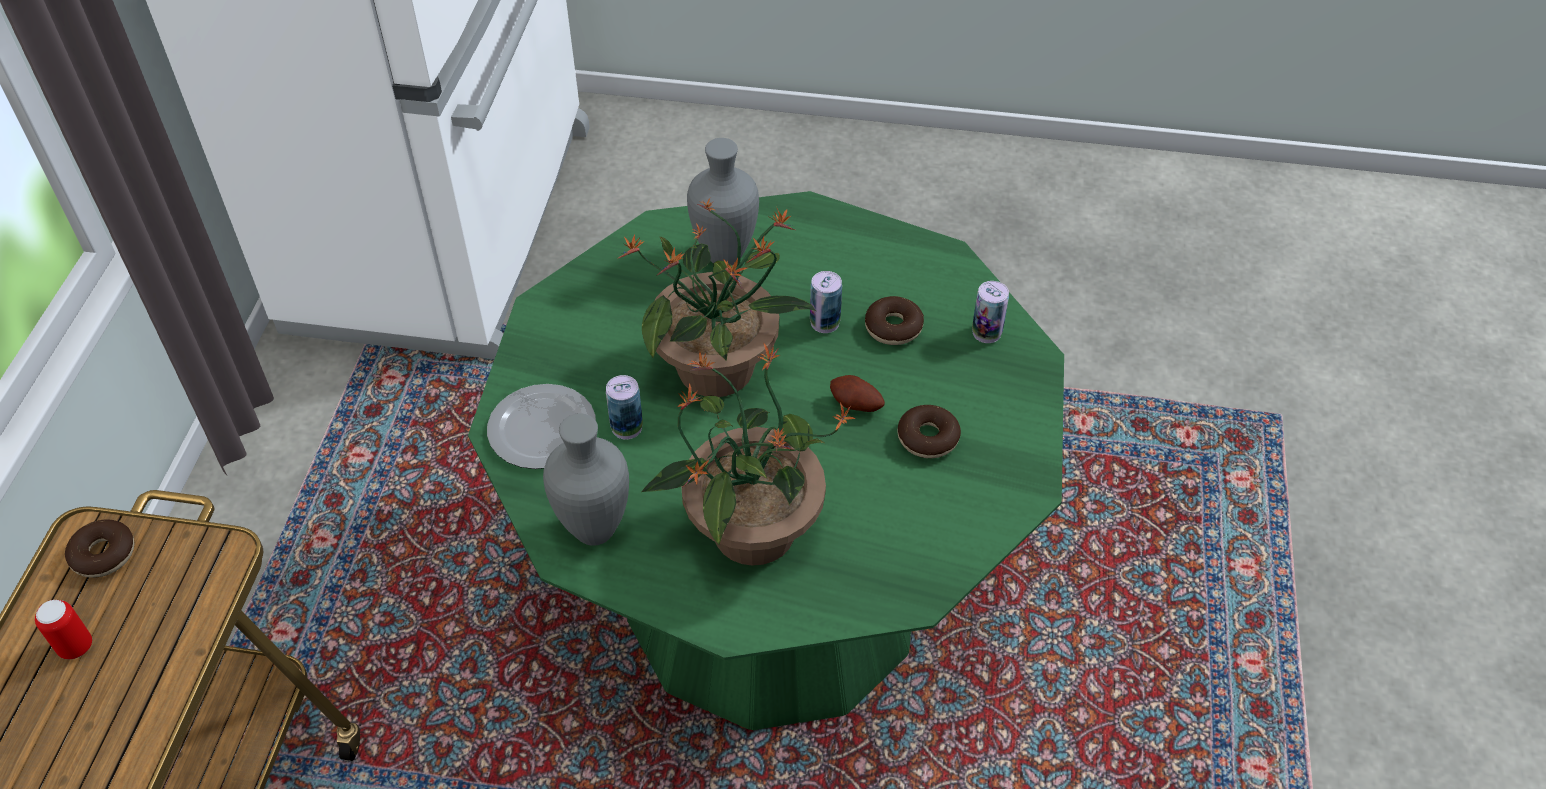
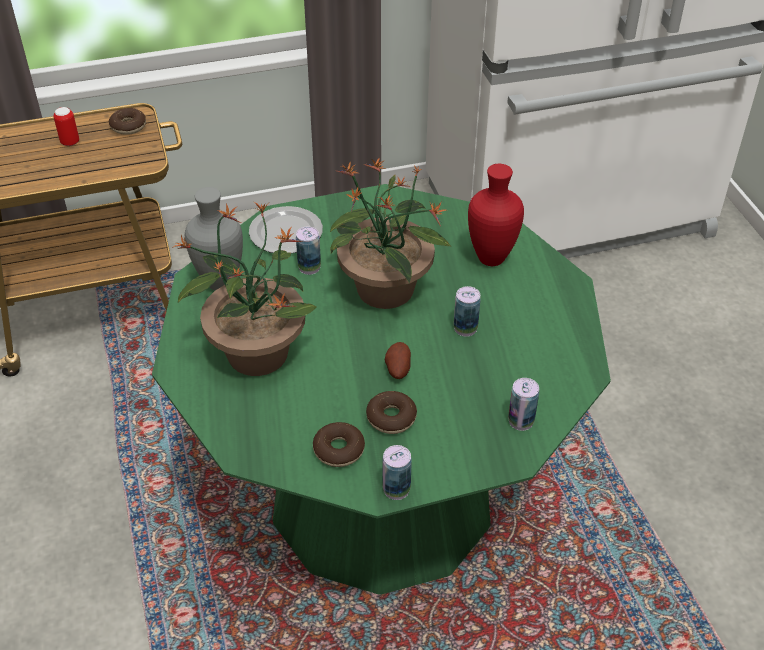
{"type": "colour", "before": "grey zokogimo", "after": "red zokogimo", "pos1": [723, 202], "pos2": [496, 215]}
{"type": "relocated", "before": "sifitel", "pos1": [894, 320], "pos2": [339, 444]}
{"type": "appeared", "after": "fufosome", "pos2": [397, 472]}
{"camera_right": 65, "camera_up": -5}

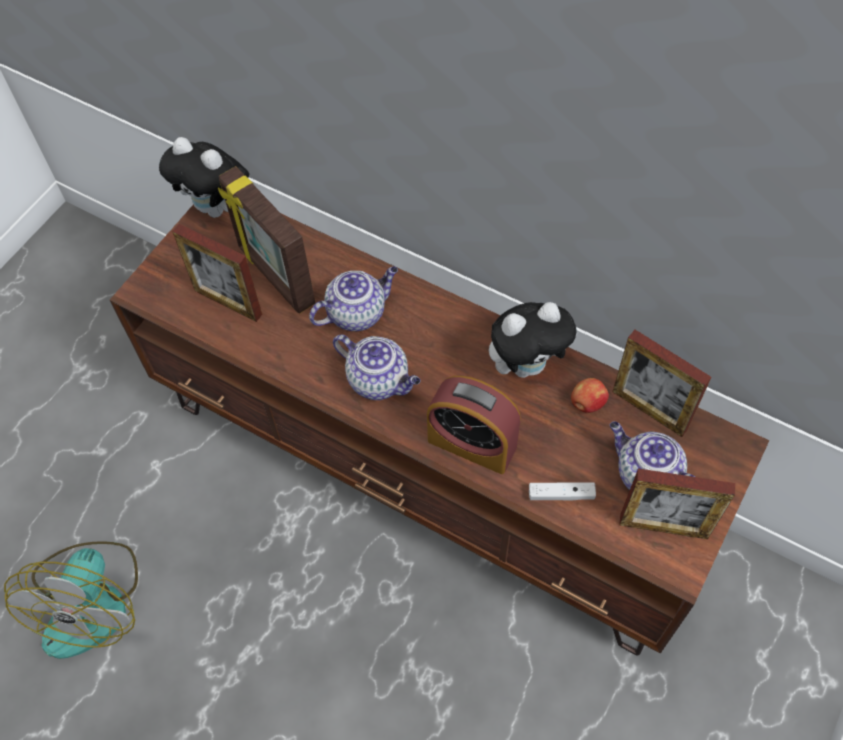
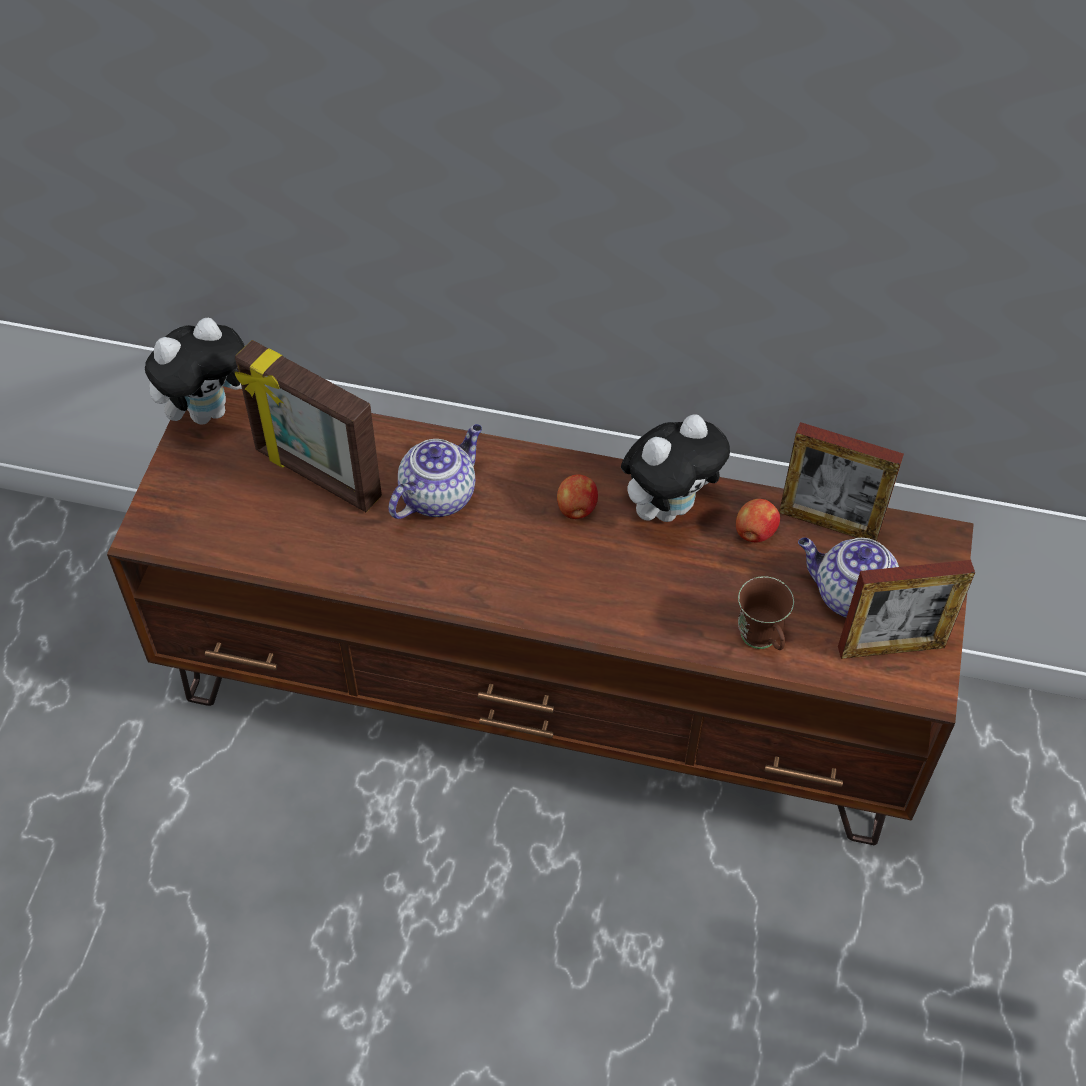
{"type": "spun", "before": "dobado", "pos1": [204, 177], "pos2": [195, 371], "turn": -45}
{"type": "missing", "before": "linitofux", "pos1": [217, 273]}
{"type": "missing", "before": "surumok", "pos1": [376, 367]}
{"type": "missing", "before": "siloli", "pos1": [474, 425]}
{"type": "exchanged", "before": "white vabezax", "after": "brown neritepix", "pos1": [562, 491], "pos2": [766, 613]}
{"type": "missing", "before": "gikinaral", "pos1": [71, 600]}
{"type": "appeared", "after": "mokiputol", "pos2": [577, 496]}
{"camera_right": -20, "camera_up": -5}

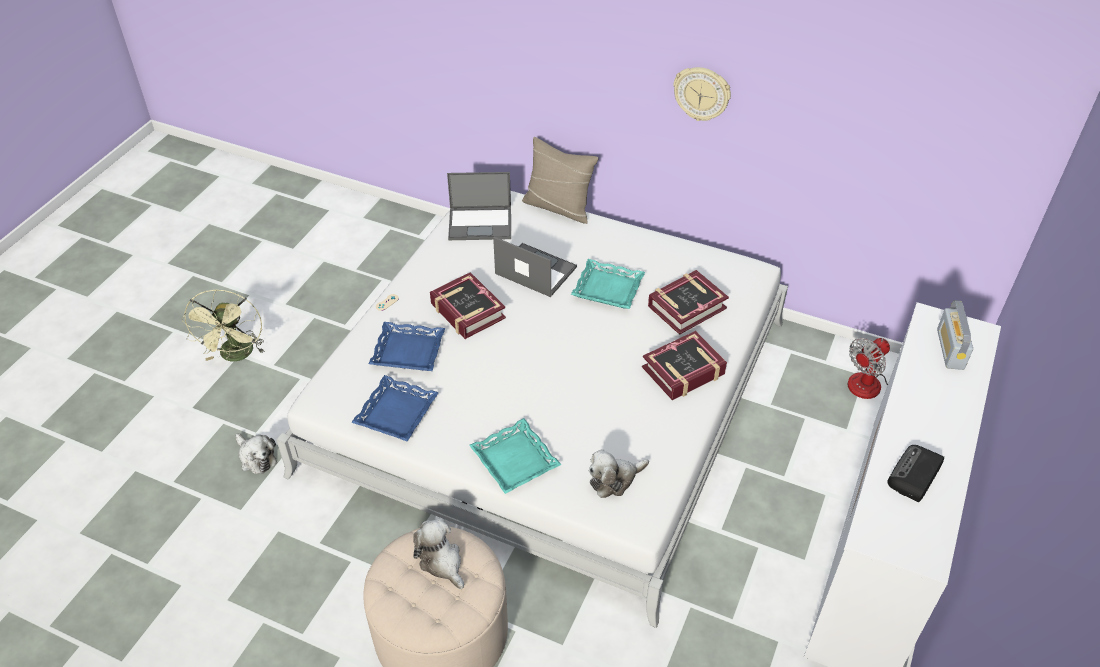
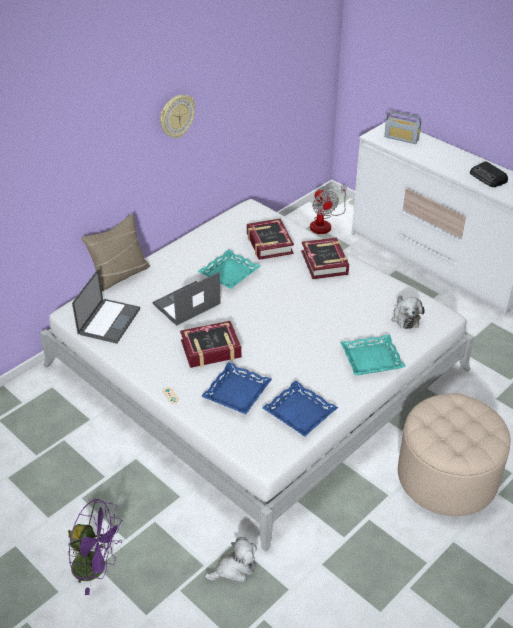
{"type": "colour", "before": "green gikinaral", "after": "purple gikinaral", "pos1": [223, 325], "pos2": [95, 547]}
{"type": "missing", "before": "dobado", "pos1": [438, 554]}
{"camera_right": -70, "camera_up": -5}

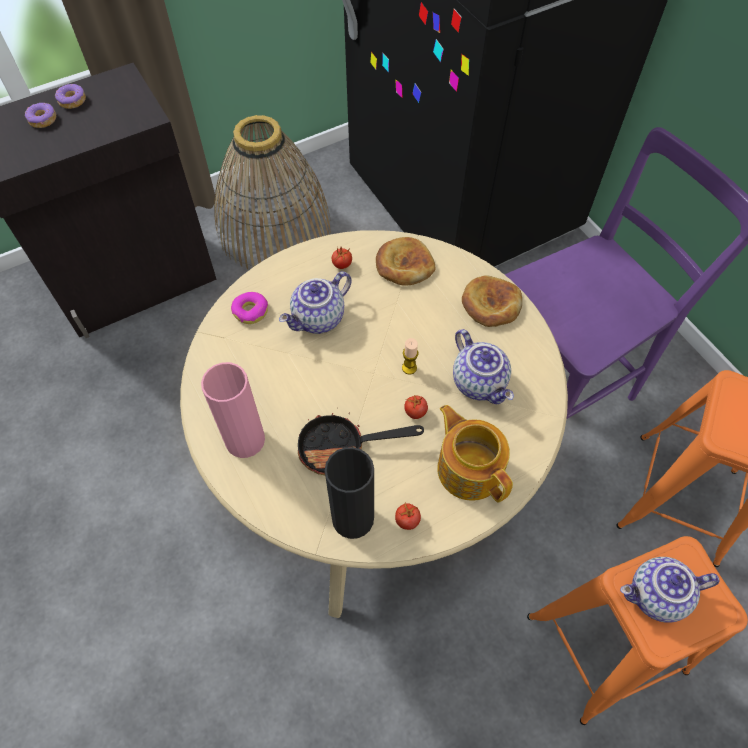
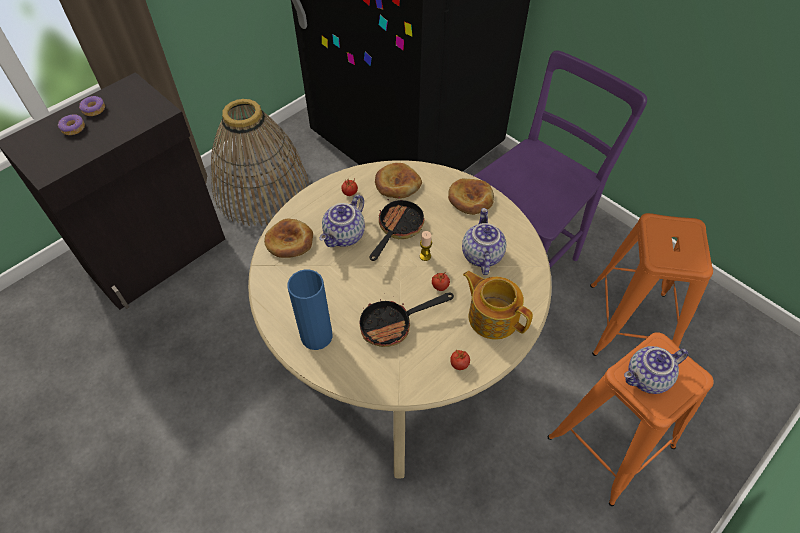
{"type": "exchanged", "before": "sifitel", "after": "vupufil", "pos1": [249, 308], "pos2": [288, 238]}
{"type": "spun", "before": "surumok", "pos1": [483, 366], "pos2": [484, 241], "turn": -135}
{"type": "colour", "before": "pink zokogimo", "after": "blue zokogimo", "pos1": [233, 410], "pos2": [310, 309]}
{"type": "missing", "before": "black zokogimo", "pos1": [349, 493]}
{"type": "appeared", "after": "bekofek", "pos2": [397, 226]}
{"camera_right": -15, "camera_up": -5}

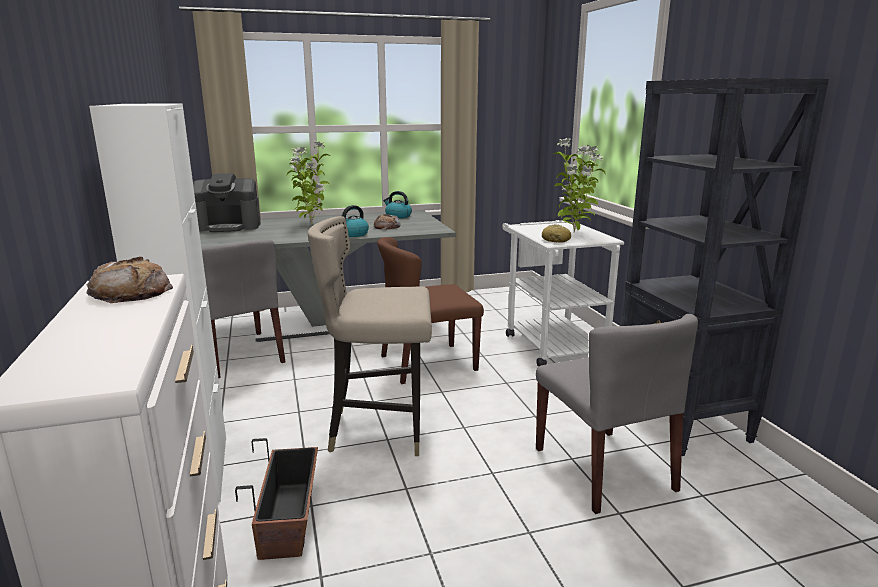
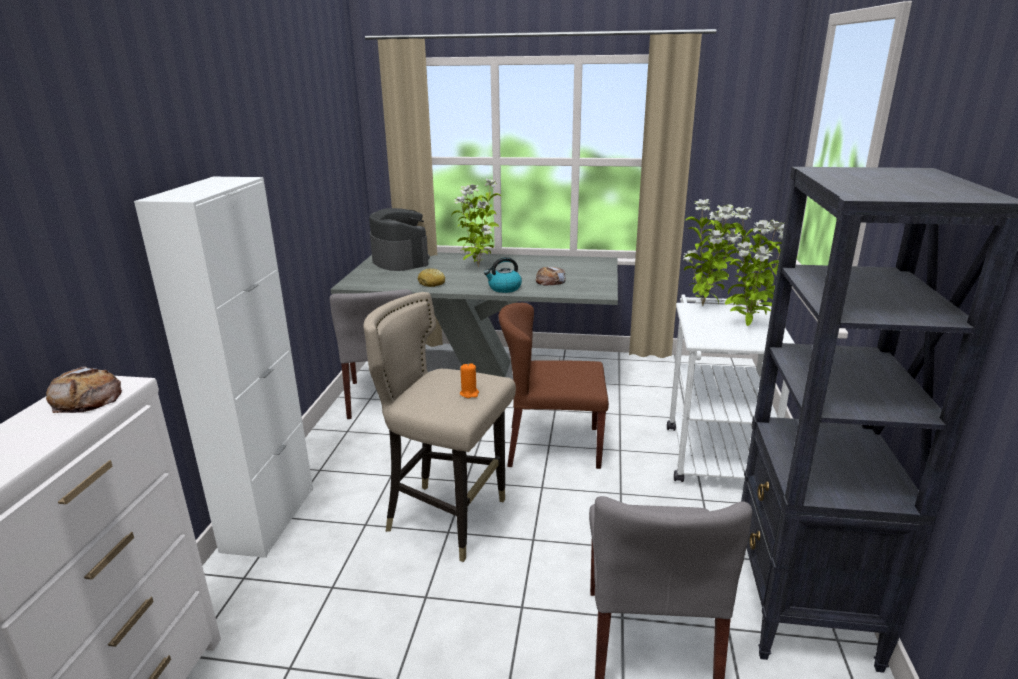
{"type": "spun", "before": "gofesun", "pos1": [227, 202], "pos2": [399, 239], "turn": -135}
{"type": "missing", "before": "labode", "pos1": [397, 205]}
{"type": "relocated", "before": "vupufil", "pos1": [556, 234], "pos2": [431, 277]}
{"type": "missing", "before": "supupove", "pos1": [276, 499]}
{"type": "appeared", "after": "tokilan", "pos2": [712, 252]}
{"type": "appeared", "after": "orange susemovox", "pos2": [469, 380]}
{"camera_right": 25, "camera_up": 5}

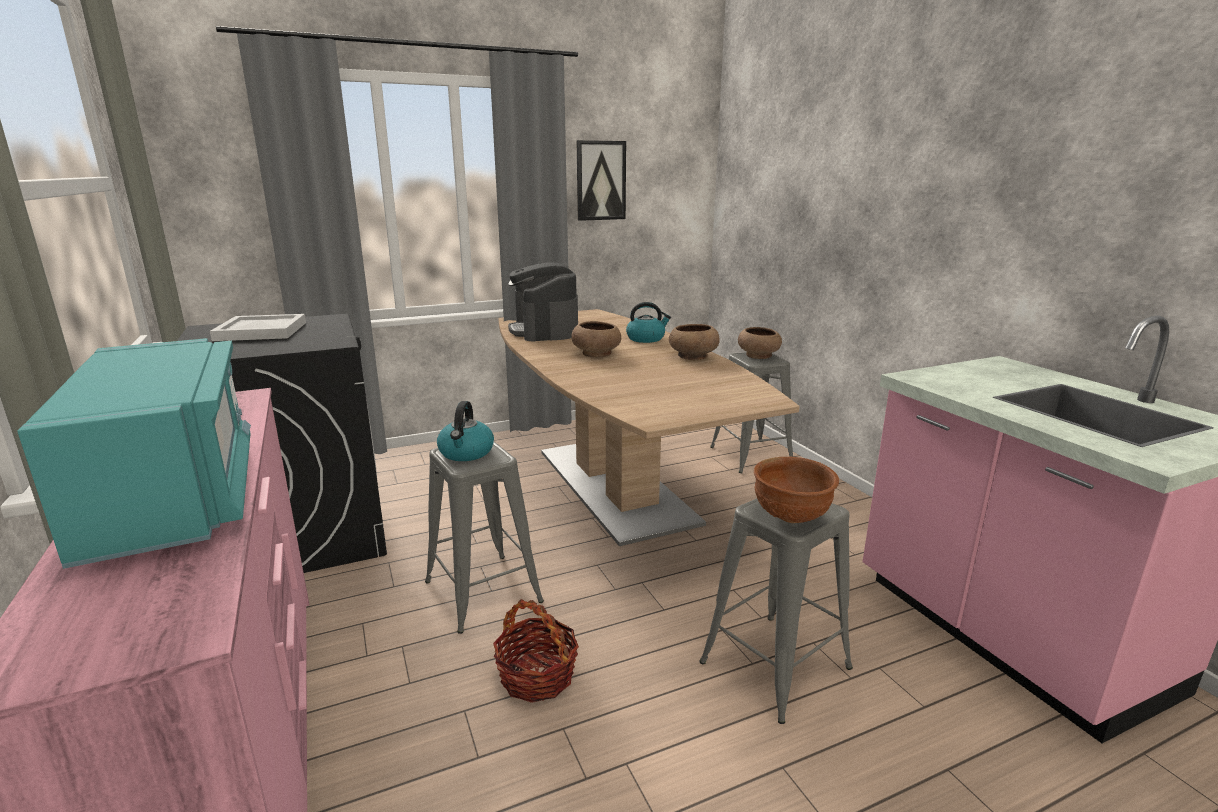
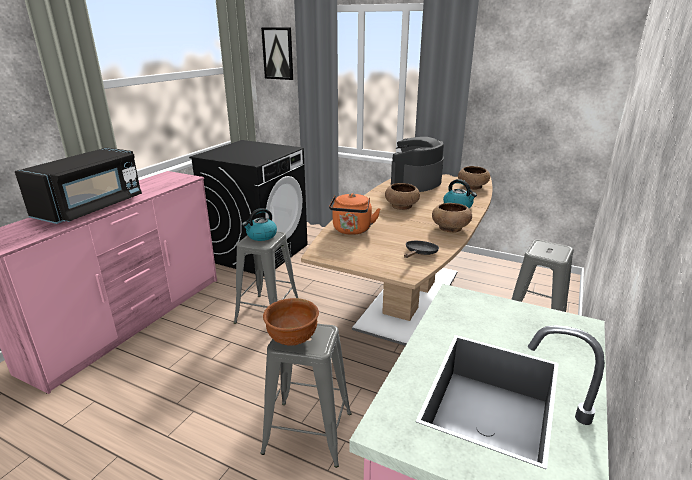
{"type": "relocated", "before": "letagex", "pos1": [601, 180], "pos2": [277, 53]}
{"type": "missing", "before": "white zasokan", "pos1": [258, 327]}
{"type": "relocated", "before": "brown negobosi", "pos1": [760, 343], "pos2": [474, 178]}
{"type": "colour", "before": "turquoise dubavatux", "after": "black dubavatux", "pos1": [134, 453], "pos2": [78, 185]}
{"type": "missing", "before": "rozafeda", "pos1": [536, 651]}
{"type": "appeared", "after": "orange labode", "pos2": [355, 214]}
{"type": "appeared", "after": "black bekofek", "pos2": [421, 249]}
{"camera_right": 50, "camera_up": 5}

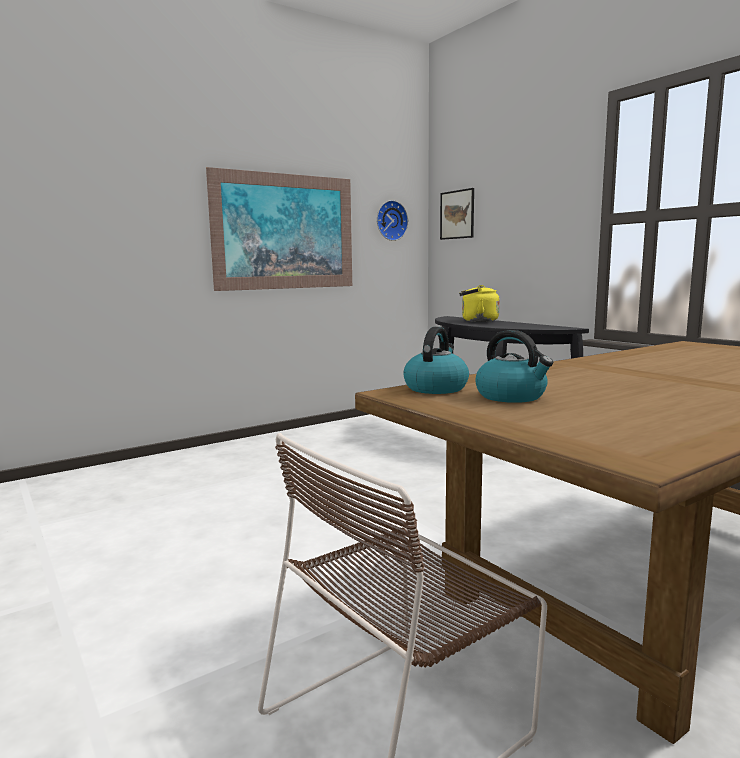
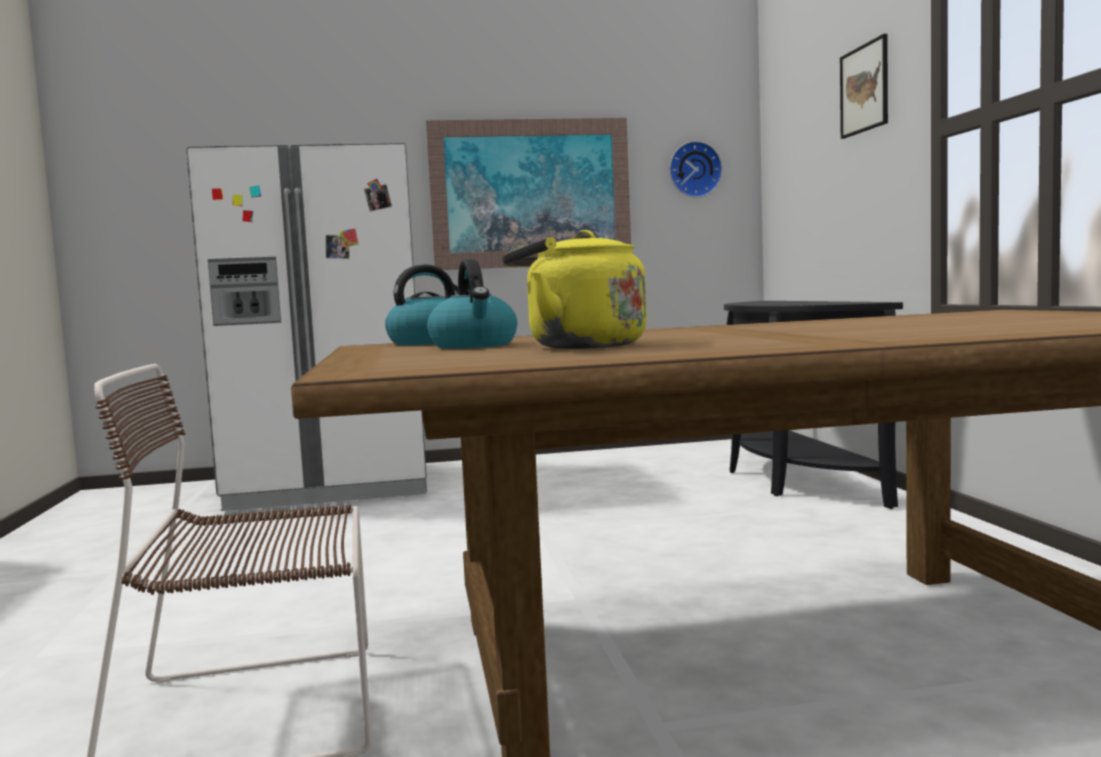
{"type": "relocated", "before": "letagex", "pos1": [457, 214], "pos2": [864, 86]}
{"type": "relocated", "before": "yellow labode", "pos1": [479, 303], "pos2": [574, 289]}
{"type": "appeared", "after": "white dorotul", "pos2": [306, 327]}
{"camera_right": 25, "camera_up": -5}

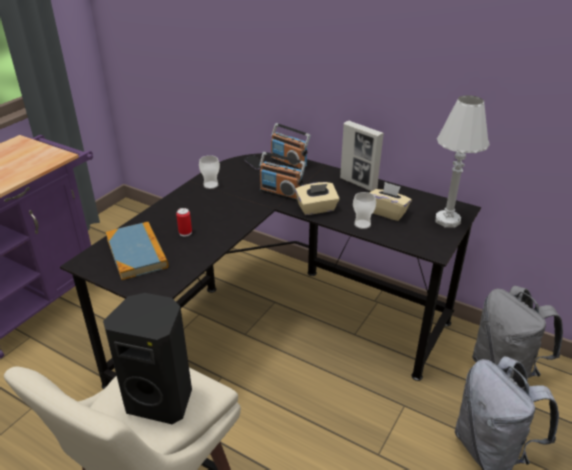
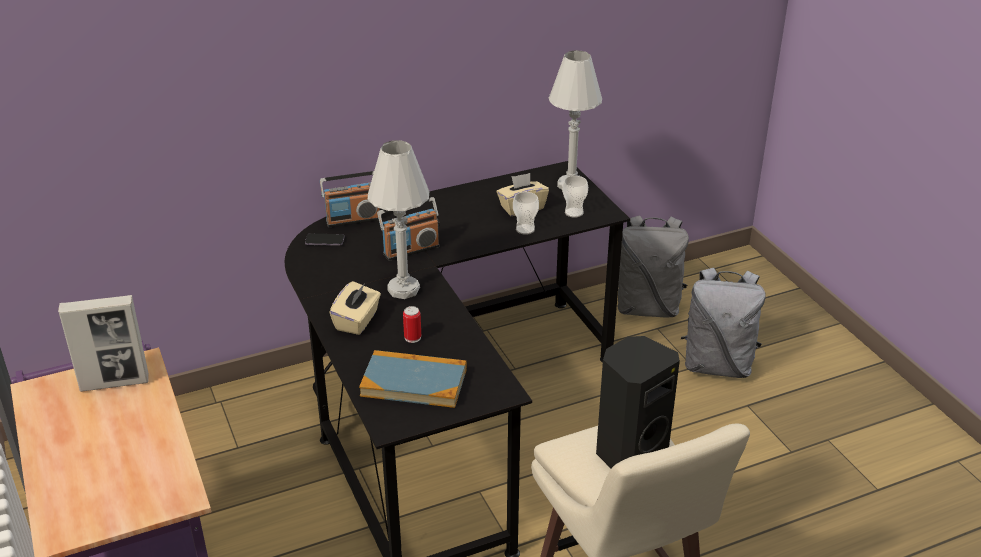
{"type": "relocated", "before": "linitofux", "pos1": [362, 156], "pos2": [103, 343]}
{"type": "relocated", "before": "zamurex", "pos1": [209, 172], "pos2": [575, 197]}
{"type": "relocated", "before": "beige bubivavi", "pos1": [317, 198], "pos2": [355, 308]}
{"type": "appeared", "after": "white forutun", "pos2": [398, 219]}
{"camera_right": -55, "camera_up": 0}

